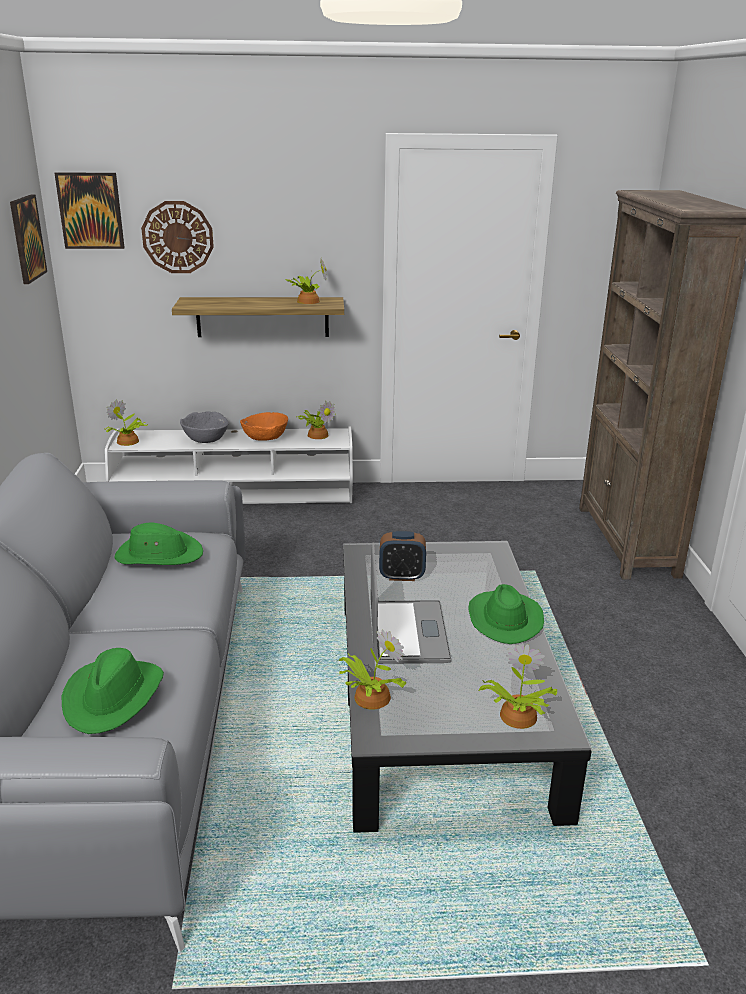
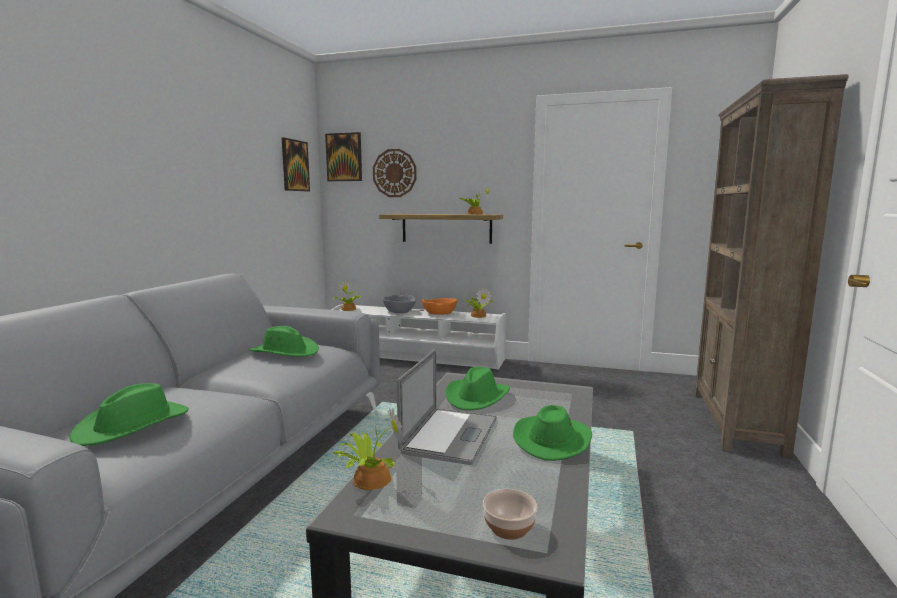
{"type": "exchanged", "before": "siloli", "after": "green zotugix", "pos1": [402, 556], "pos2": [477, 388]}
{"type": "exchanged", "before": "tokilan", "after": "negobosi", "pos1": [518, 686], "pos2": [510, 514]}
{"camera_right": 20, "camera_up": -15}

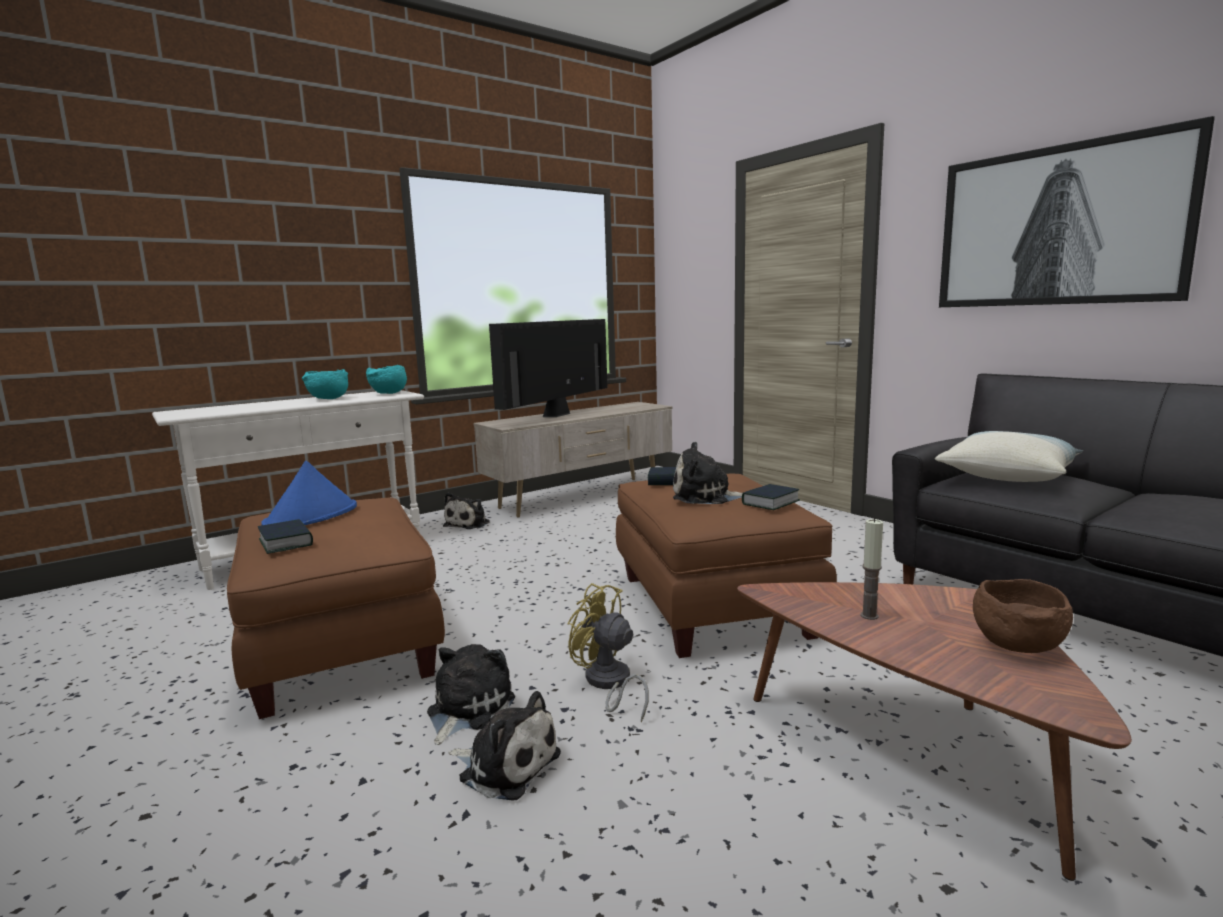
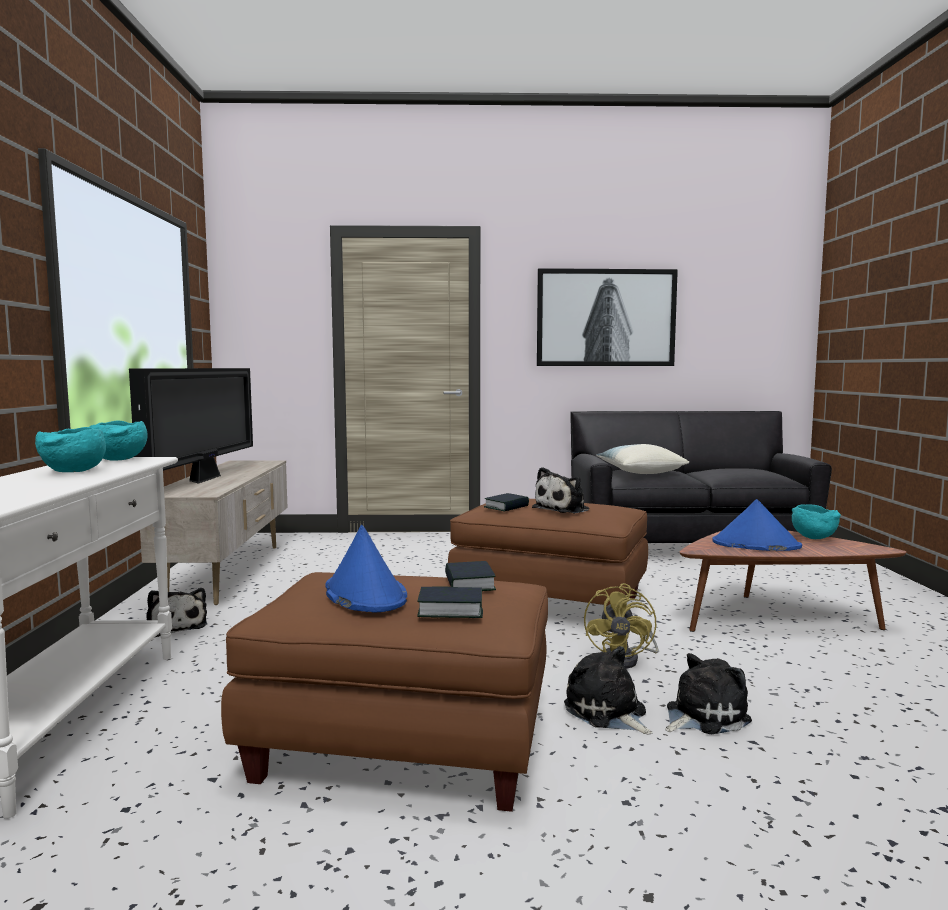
{"type": "spun", "before": "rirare", "pos1": [548, 368], "pos2": [191, 426], "turn": -150}
{"type": "relocated", "before": "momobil", "pos1": [771, 497], "pos2": [470, 576]}
{"type": "exchanged", "before": "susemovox", "after": "blue zotugix", "pos1": [871, 569], "pos2": [757, 525]}
{"type": "colour", "before": "brown negobosi", "after": "turquoise negobosi", "pos1": [1023, 616], "pos2": [816, 522]}
{"type": "spun", "before": "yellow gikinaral", "pos1": [608, 652], "pos2": [621, 626], "turn": -60}
{"camera_right": -55, "camera_up": -5}

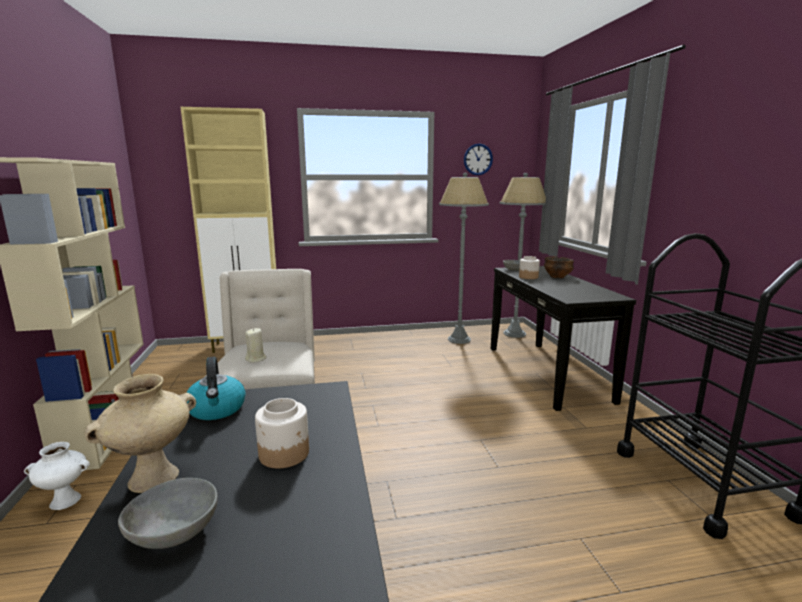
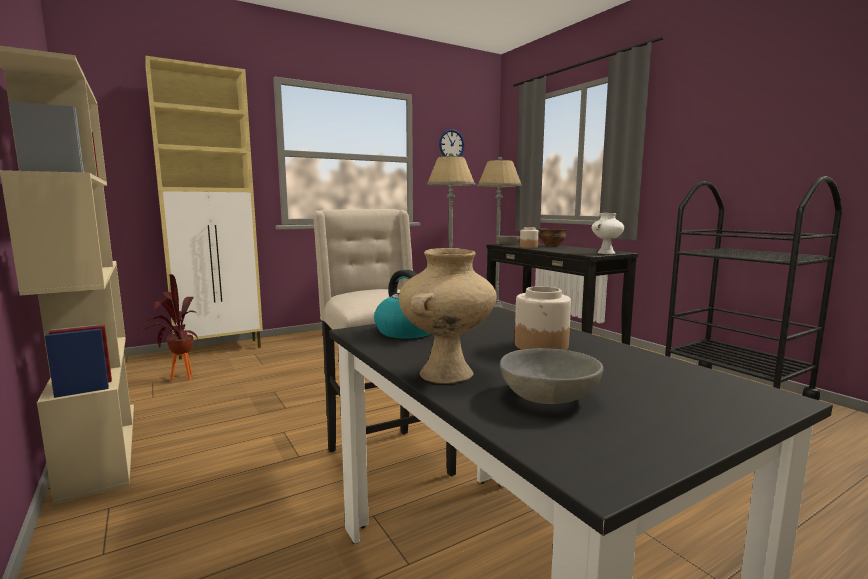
{"type": "missing", "before": "beige susemovox", "pos1": [256, 345]}
{"type": "relocated", "before": "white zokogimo", "pos1": [57, 476], "pos2": [608, 233]}
{"type": "appeared", "after": "tokilan", "pos2": [167, 327]}
{"camera_right": -20, "camera_up": -5}

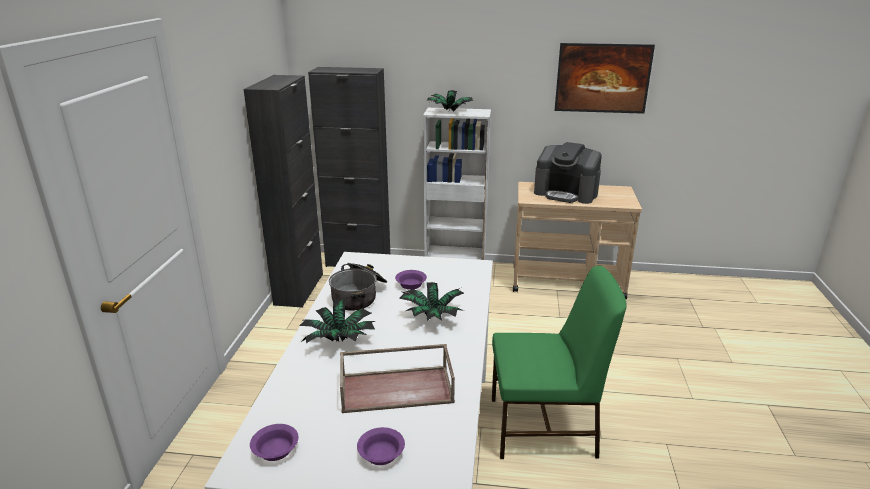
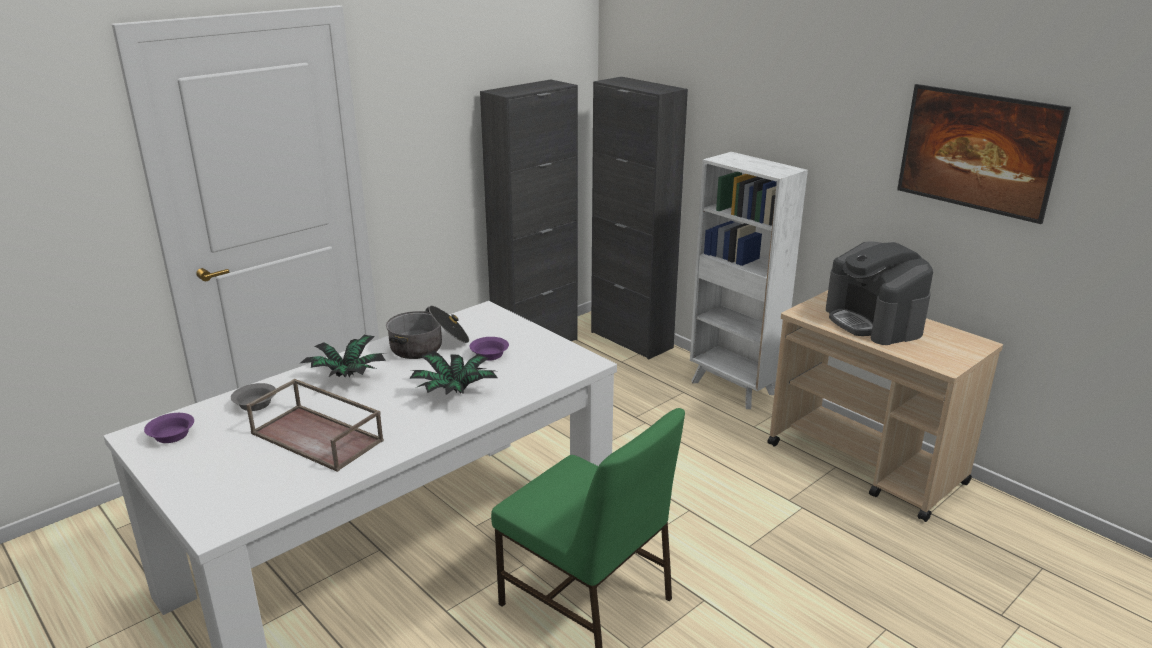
{"type": "missing", "before": "tokilan", "pos1": [450, 100]}
{"type": "missing", "before": "purple negobosi", "pos1": [381, 446]}
{"type": "appeared", "after": "grey negobosi", "pos2": [253, 397]}
{"camera_right": 40, "camera_up": 0}

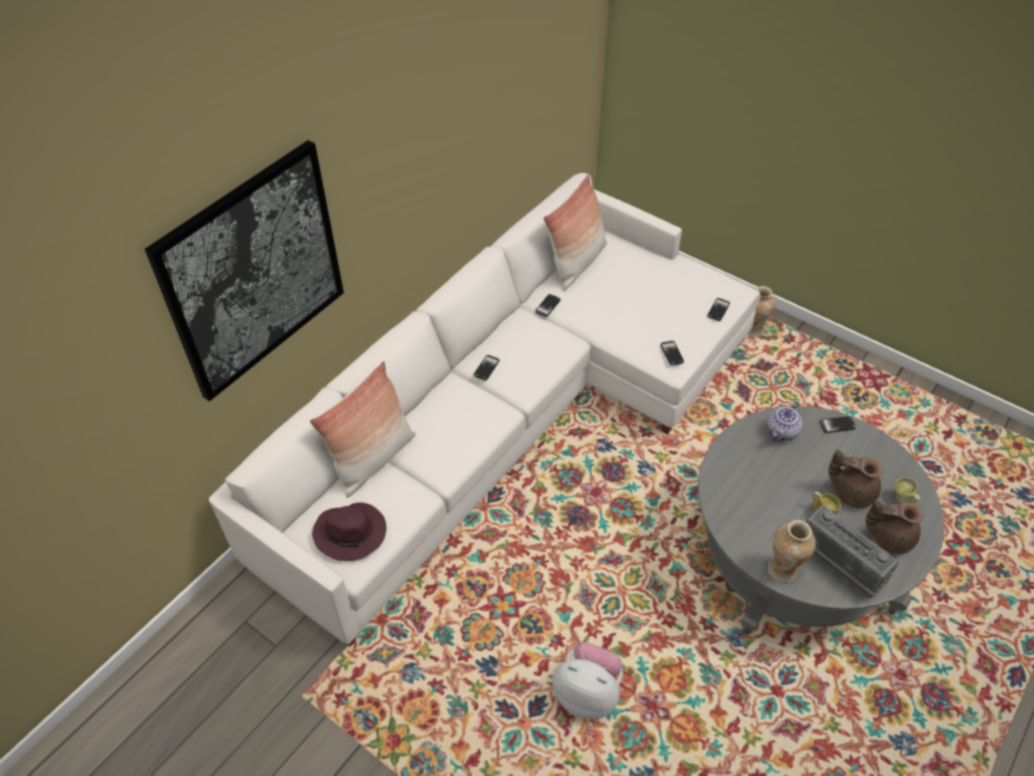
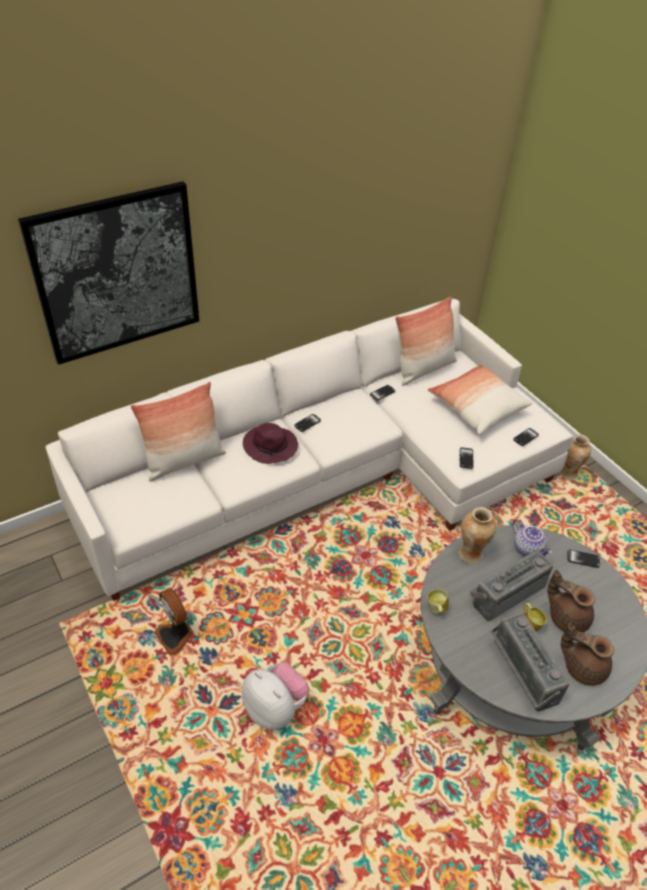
{"type": "spun", "before": "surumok", "pos1": [784, 421], "pos2": [532, 538], "turn": -90}
{"type": "relocated", "before": "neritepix", "pos1": [907, 490], "pos2": [438, 602]}
{"type": "relocated", "before": "purple zotugix", "pos1": [349, 532], "pos2": [270, 443]}
{"type": "relocated", "before": "zokogimo", "pos1": [792, 551], "pos2": [477, 535]}
{"type": "appeared", "after": "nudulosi", "pos2": [480, 399]}
{"type": "appeared", "after": "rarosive", "pos2": [511, 585]}
{"type": "appeared", "after": "gikinaral", "pos2": [174, 622]}
{"camera_right": 20, "camera_up": -5}

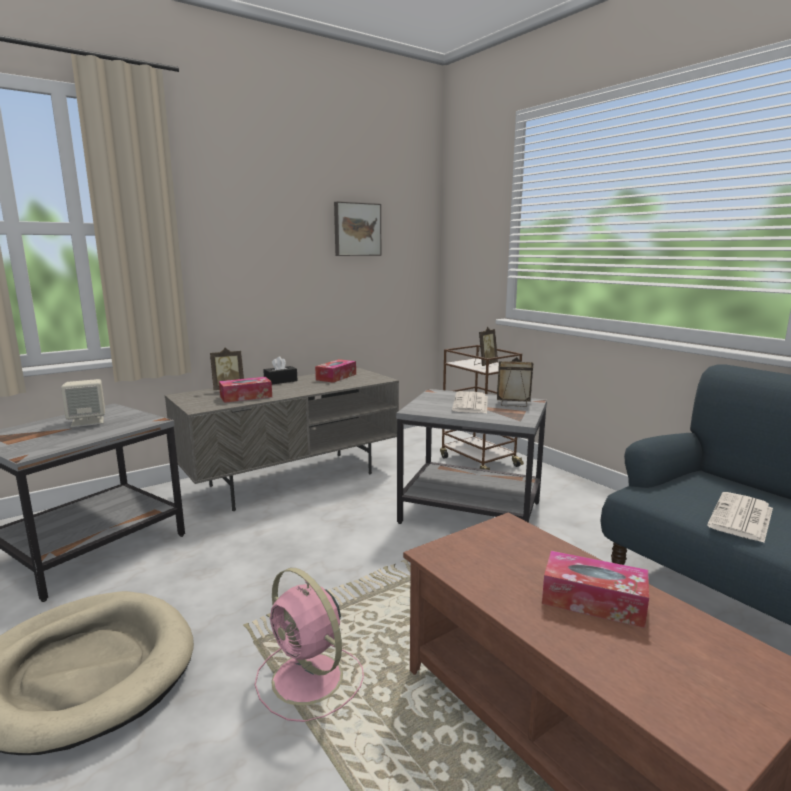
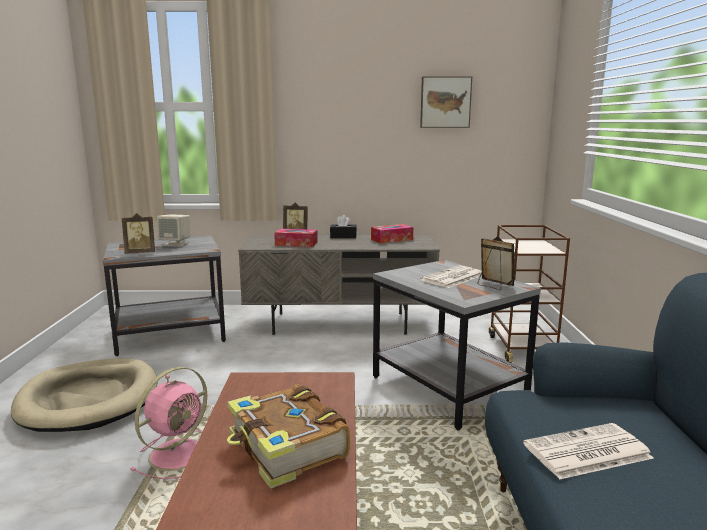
{"type": "relocated", "before": "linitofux", "pos1": [486, 346], "pos2": [138, 233]}
{"type": "exchanged", "before": "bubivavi", "after": "momobil", "pos1": [595, 589], "pos2": [288, 436]}
{"type": "spun", "before": "pink gikinaral", "pos1": [309, 645], "pos2": [168, 423], "turn": -135}
{"camera_right": 35, "camera_up": 0}

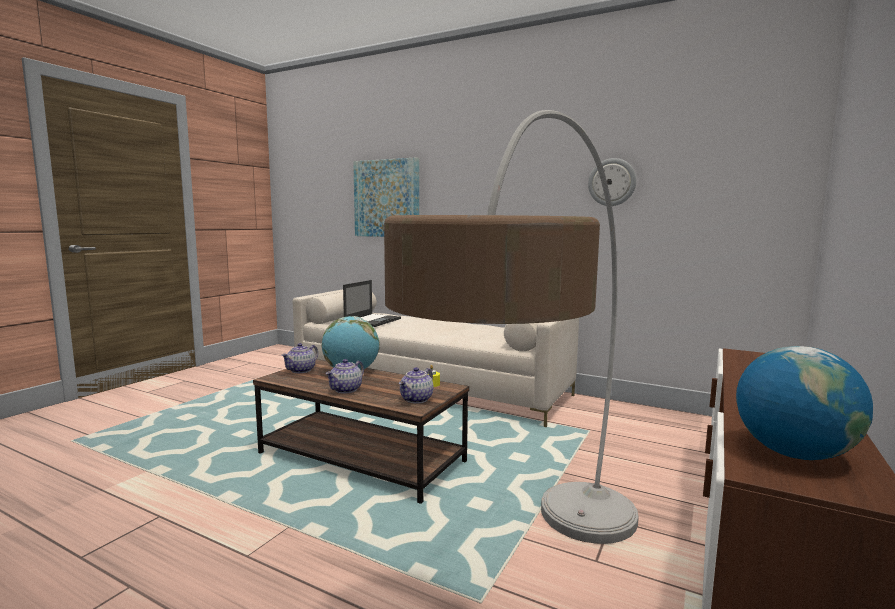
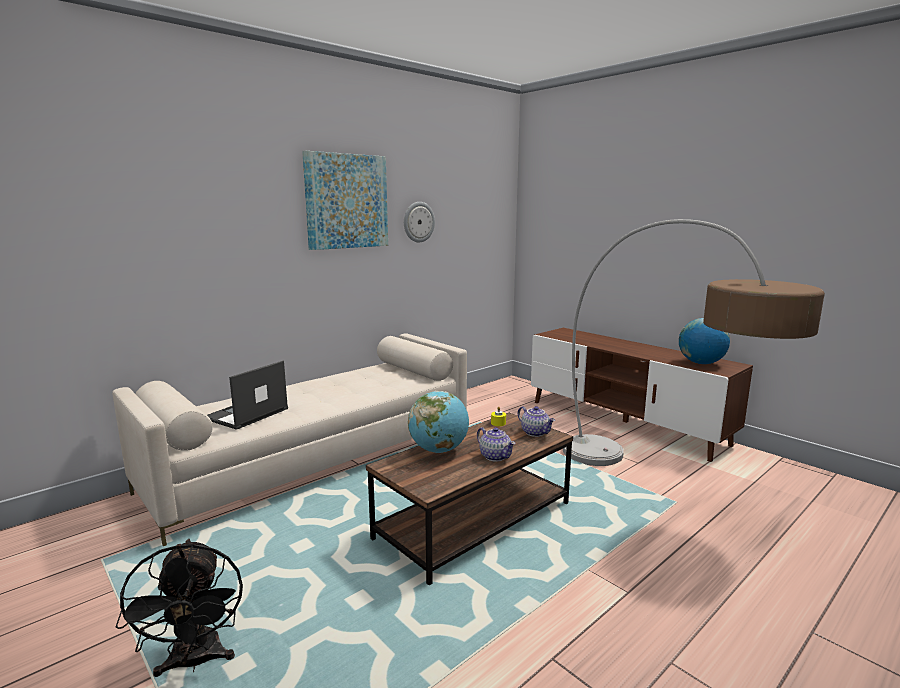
{"type": "relocated", "before": "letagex", "pos1": [386, 197], "pos2": [345, 200]}
{"type": "spun", "before": "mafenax", "pos1": [372, 303], "pos2": [247, 395], "turn": -105}
{"type": "missing", "before": "surumok", "pos1": [299, 358]}
{"type": "appeared", "after": "black gikinaral", "pos2": [179, 608]}
{"camera_right": -70, "camera_up": 5}

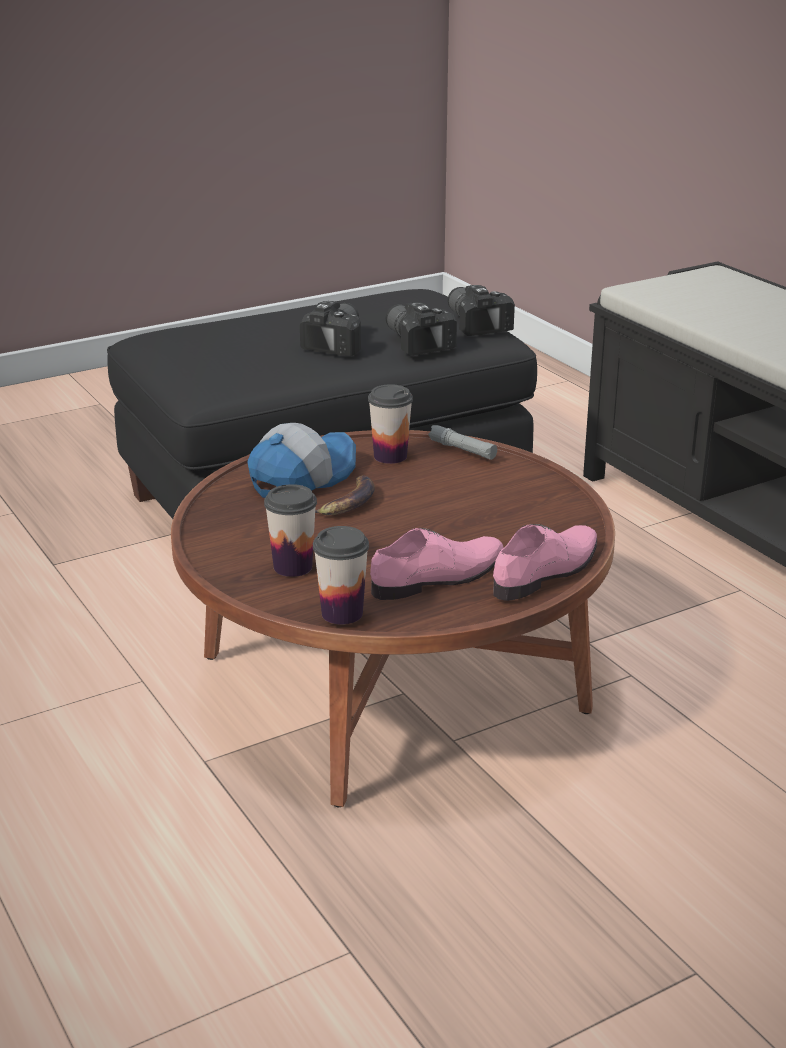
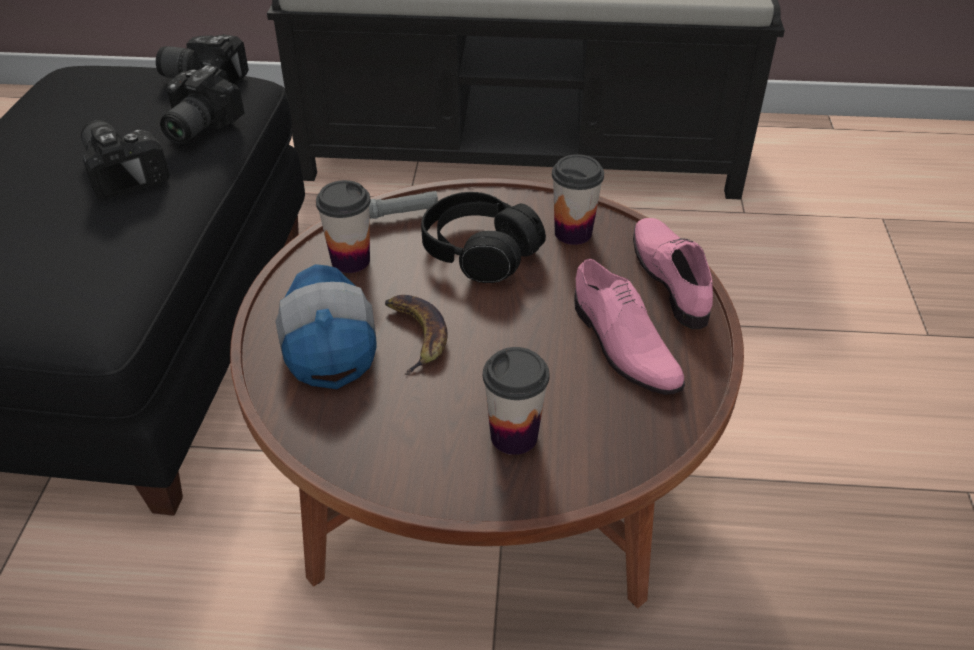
{"type": "spun", "before": "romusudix", "pos1": [421, 329], "pos2": [202, 104], "turn": -75}
{"type": "relocated", "before": "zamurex", "pos1": [341, 575], "pos2": [578, 199]}
{"type": "spun", "before": "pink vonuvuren", "pos1": [437, 564], "pos2": [629, 327], "turn": 150}
{"type": "appeared", "after": "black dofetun", "pos2": [483, 237]}
{"camera_right": -55, "camera_up": 15}

